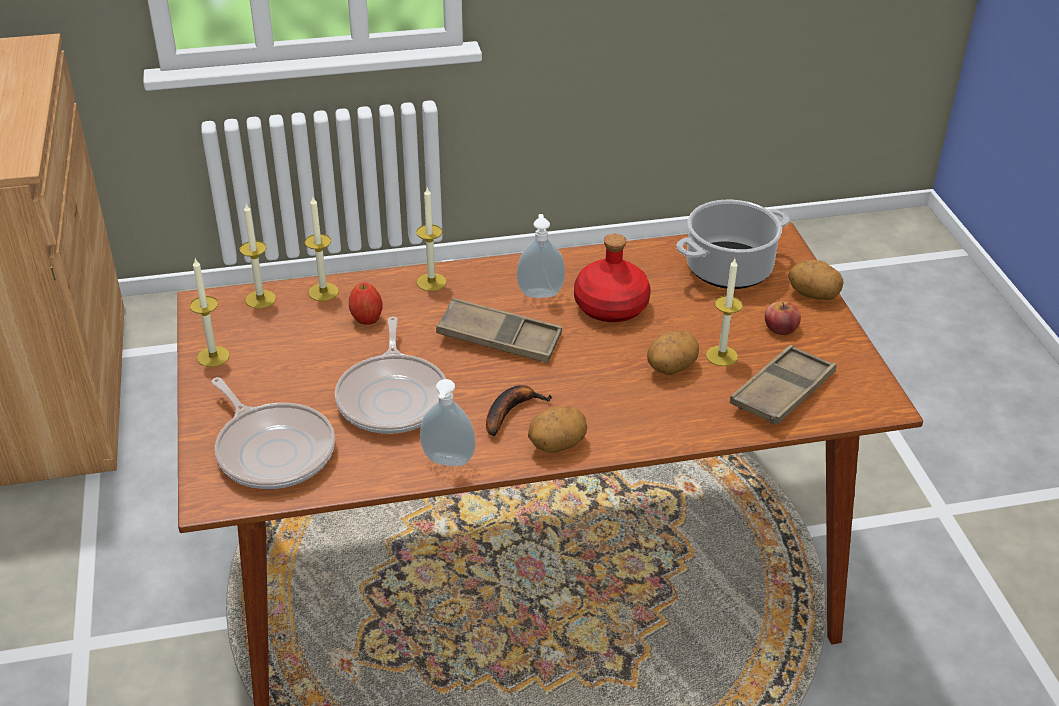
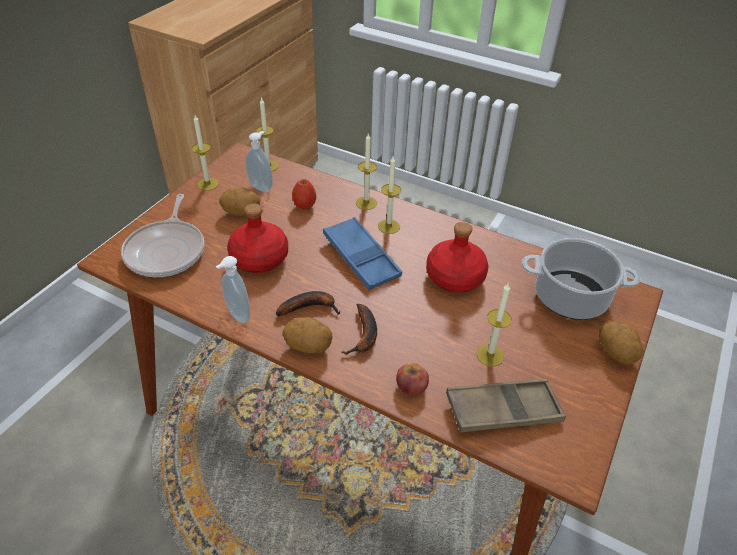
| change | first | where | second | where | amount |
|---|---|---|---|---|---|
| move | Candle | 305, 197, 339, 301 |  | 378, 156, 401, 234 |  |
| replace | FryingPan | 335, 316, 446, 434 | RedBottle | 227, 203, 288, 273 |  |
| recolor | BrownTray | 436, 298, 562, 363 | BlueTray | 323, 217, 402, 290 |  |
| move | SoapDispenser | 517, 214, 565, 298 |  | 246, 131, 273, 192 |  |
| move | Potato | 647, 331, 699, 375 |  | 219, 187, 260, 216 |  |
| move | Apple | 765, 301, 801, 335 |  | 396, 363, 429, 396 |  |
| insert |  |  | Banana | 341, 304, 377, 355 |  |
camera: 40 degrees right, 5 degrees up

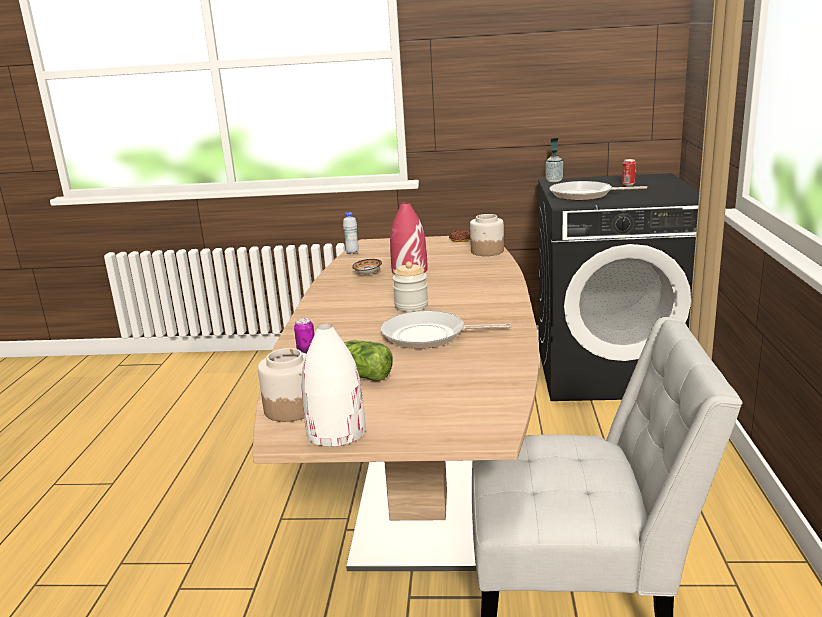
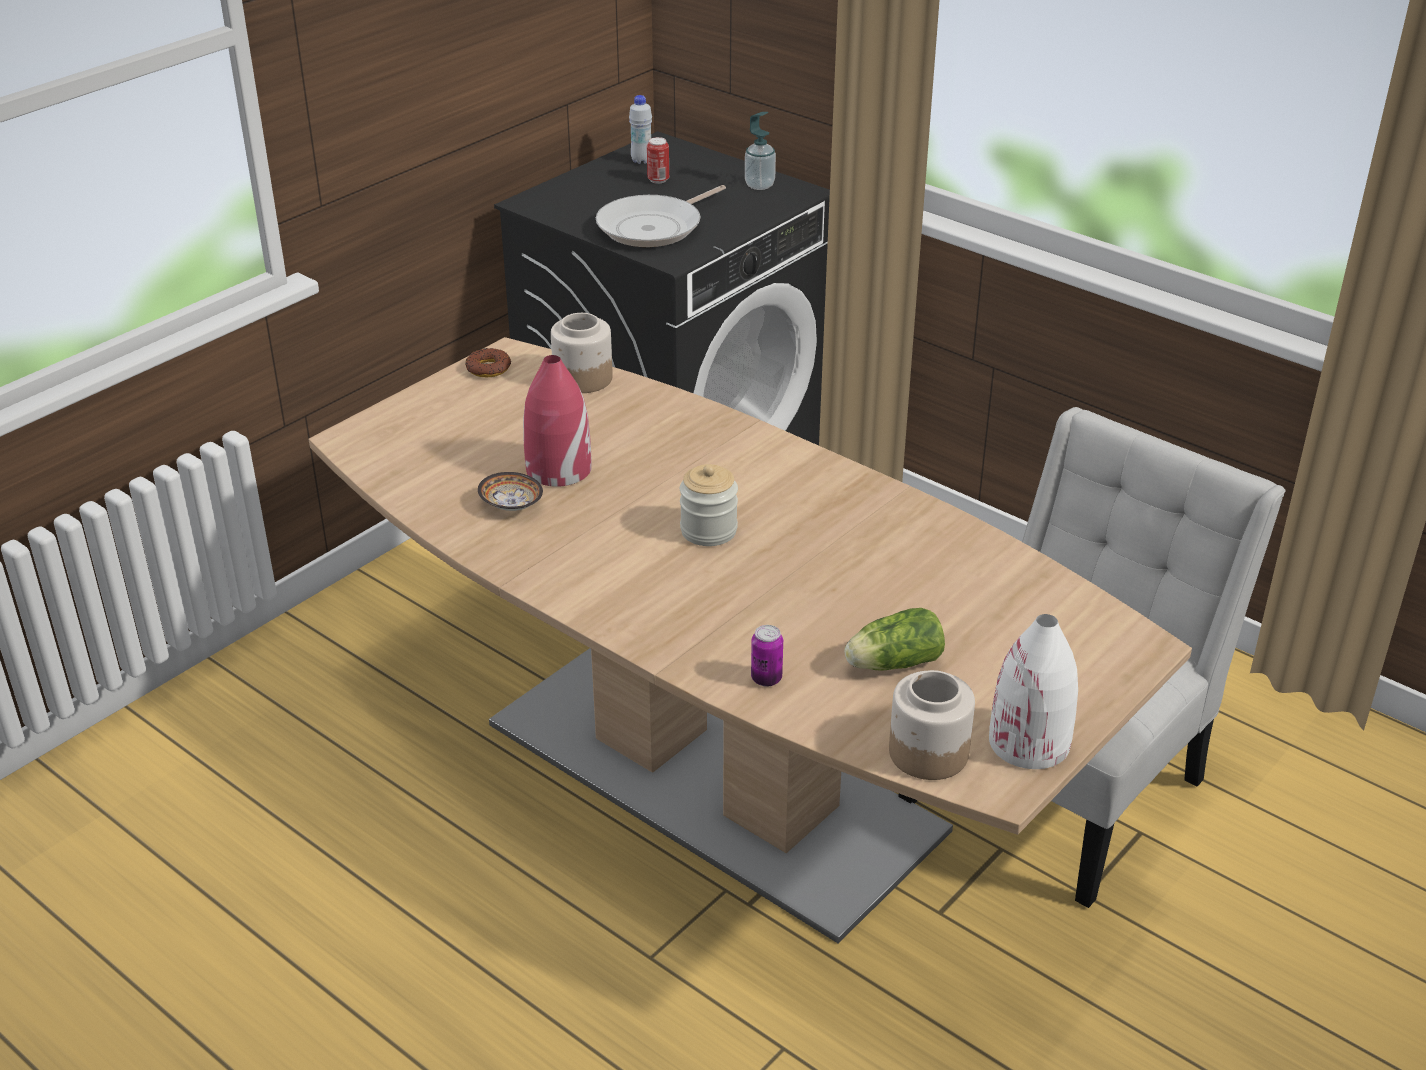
| change | first | where | second | where | amount |
|---|---|---|---|---|---|
| move | WhiteBottle | 343, 212, 359, 254 |  | 629, 95, 652, 164 |  |
| delete | FryingPan | 381, 311, 512, 349 |  |  |  |
| move | SoapDispenser | 546, 138, 563, 182 |  | 745, 112, 776, 190 |  |
camera: 55 degrees left, 15 degrees up

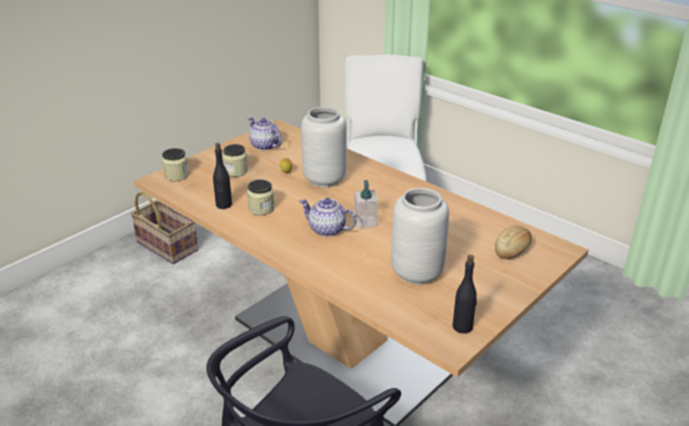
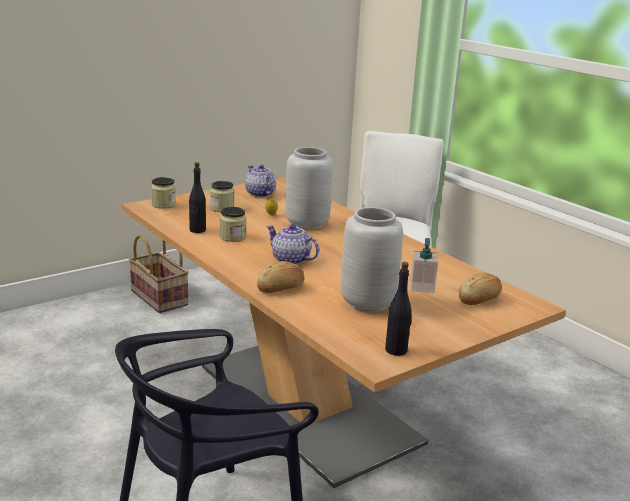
| change | first | where | second | where | amount |
|---|---|---|---|---|---|
| move | SoapDispenser | 354, 180, 378, 228 |  | 411, 238, 438, 293 |  |
| insert |  |  | Bread | 257, 261, 305, 293 |  |
camera: 10 degrees right, 10 degrees down

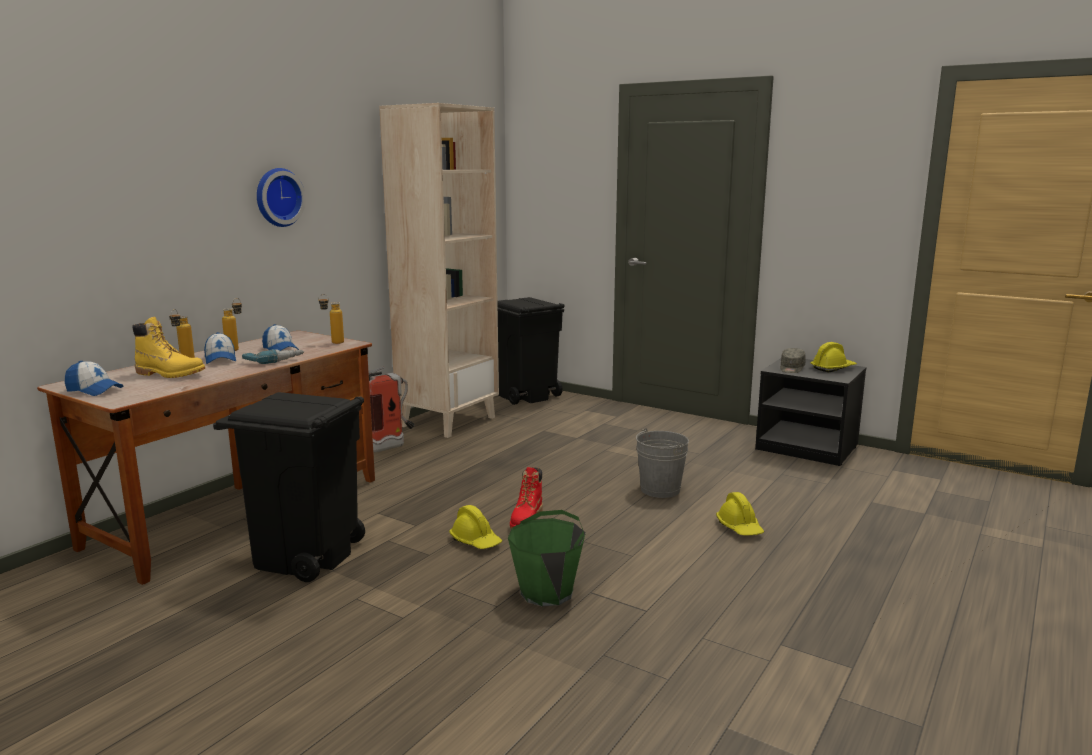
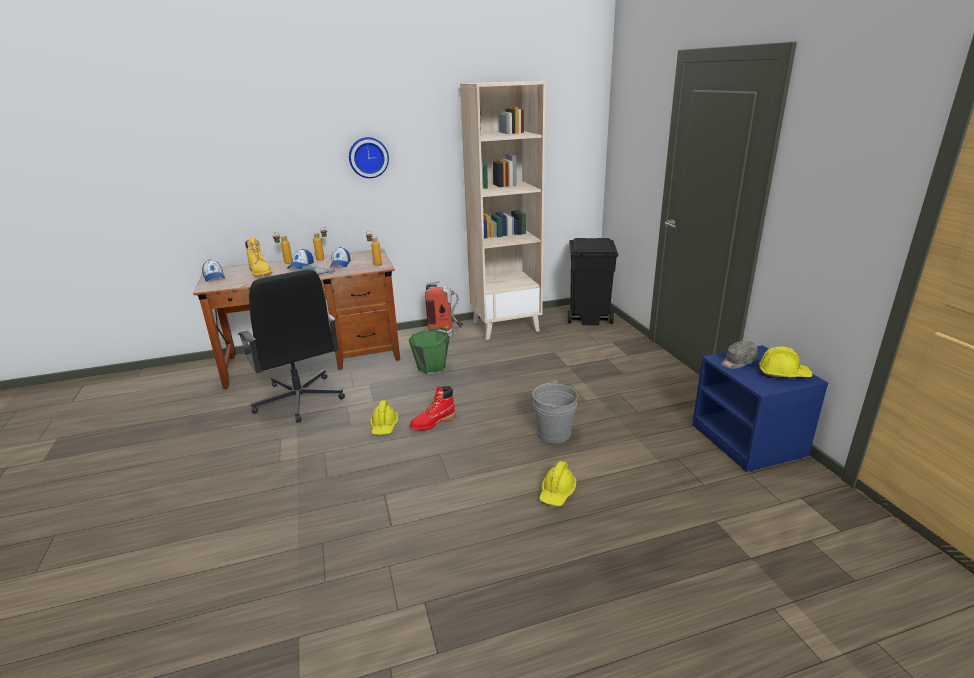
| change | first | where | second | where | amount |
|---|---|---|---|---|---|
| replace | BlackTrashCan | 213, 392, 365, 582 | BlackOfficeChair | 238, 269, 345, 423 |  |
| move | GreenBucket | 508, 510, 586, 607 |  | 409, 327, 450, 375 |  |
| recolor | BlackNightstand | 755, 358, 867, 466 | BlueNightstand | 692, 345, 828, 472 |  |
camera: 40 degrees right, 10 degrees up

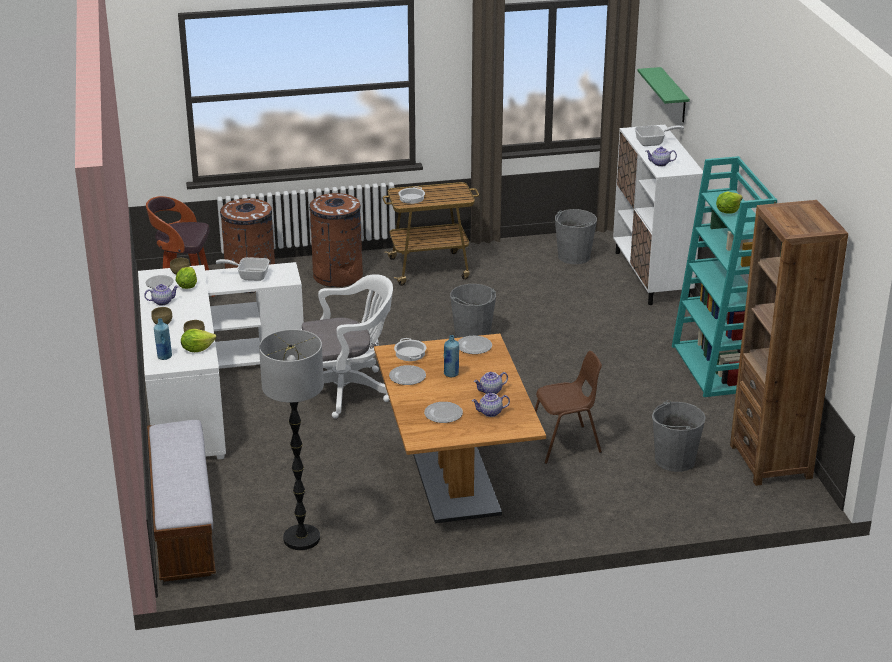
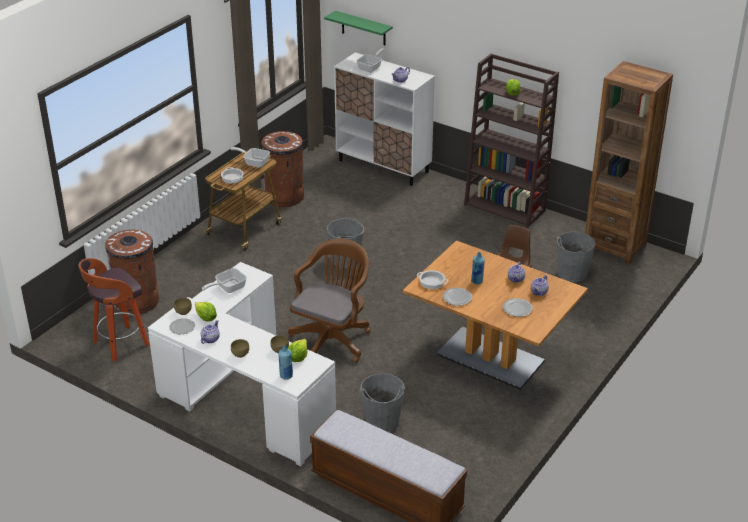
| change | first | where | second | where | amount |
|---|---|---|---|---|---|
| delete | FloorLamp | 259, 329, 324, 550 |  |  |  |
| recolor | WhiteOfficeChair | 301, 274, 393, 419 | BrownOfficeChair | 288, 239, 370, 363 |  |
| move | BrownTrashCan | 309, 193, 363, 287 |  | 261, 131, 304, 207 |  |
| delete | Plate | 457, 336, 492, 354 |  |  |  |
| move | GreyBucket | 555, 209, 597, 264 |  | 360, 373, 405, 432 |  |
| recolor | TurquoiseBookcase | 672, 156, 777, 397 | BrownBookcase | 464, 53, 559, 228 |  |
| insert |  |  | FryingPan | 231, 147, 270, 168 |  |
camera: 45 degrees left, 5 degrees up

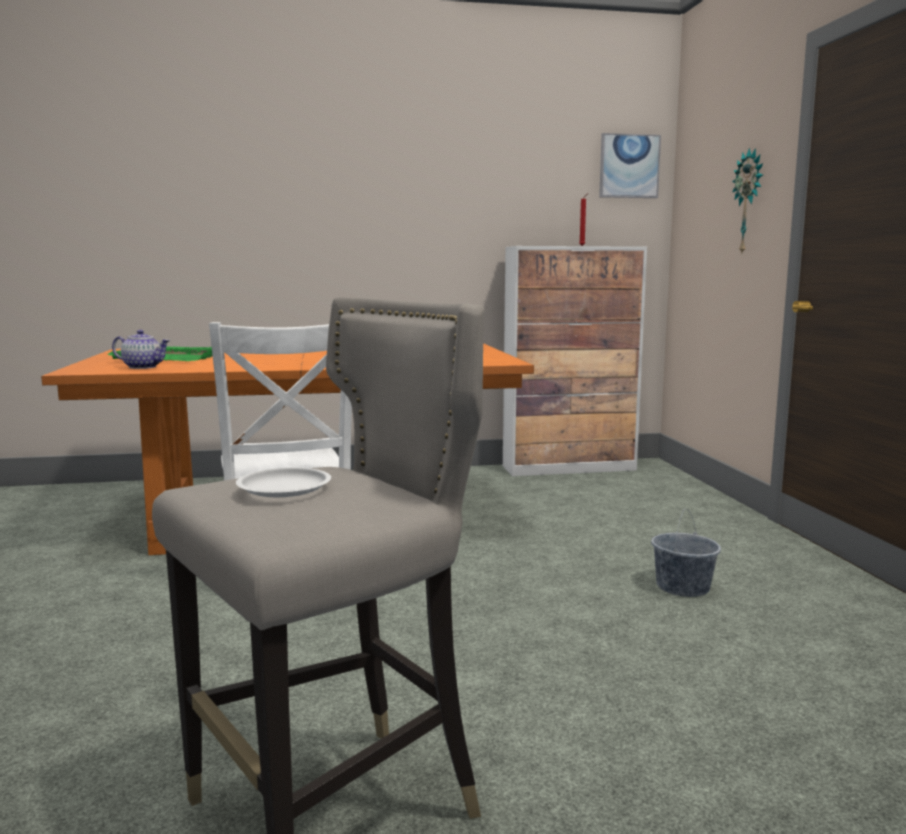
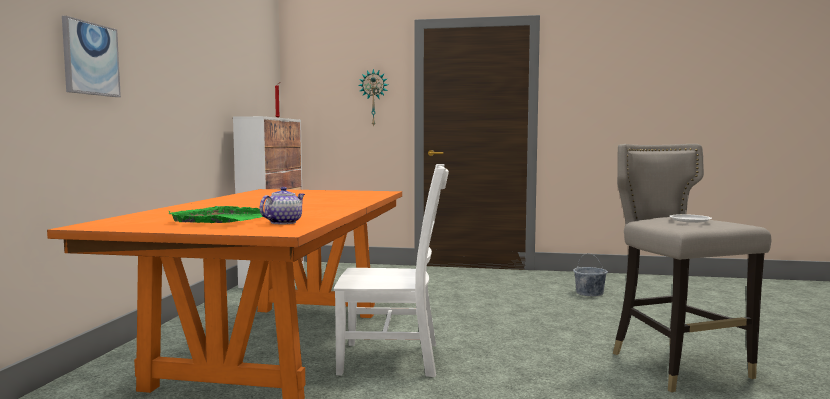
| change | first | where | second | where | amount |
|---|---|---|---|---|---|
| move | Picture | 599, 133, 661, 198 |  | 62, 16, 121, 97 |  |
| move | GreyBucket | 651, 509, 721, 597 |  | 573, 253, 608, 297 |  |
camera: 70 degrees left, 5 degrees down

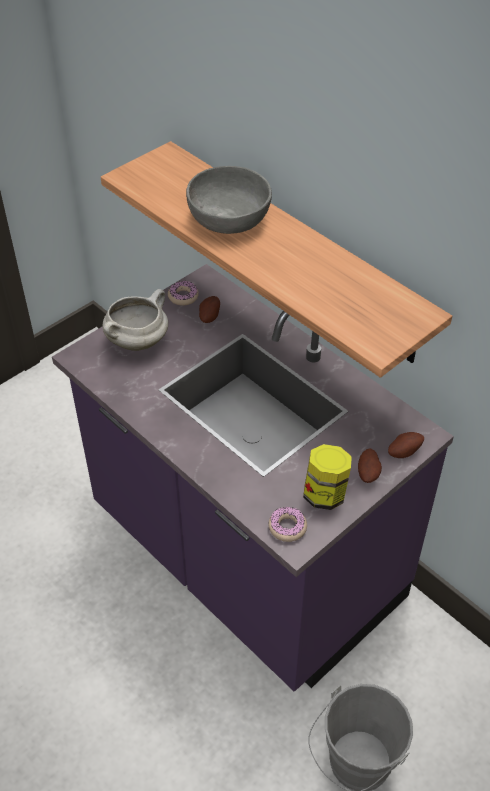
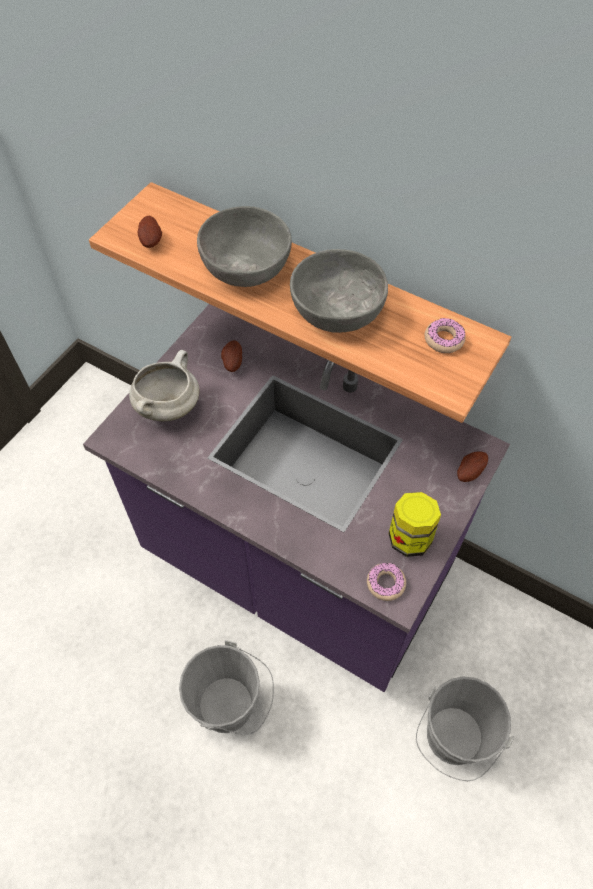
| change | first | where | second | where | amount |
|---|---|---|---|---|---|
| move | Donut | 168, 281, 199, 306 |  | 425, 318, 466, 353 |  |
| move | Potato | 358, 449, 382, 483 |  | 138, 216, 162, 248 |  |
| insert |  |  | GreyBucket | 179, 640, 274, 735 |  |
| insert |  |  | GreyBowl | 290, 249, 388, 333 |  |
camera: 15 degrees left, 10 degrees up

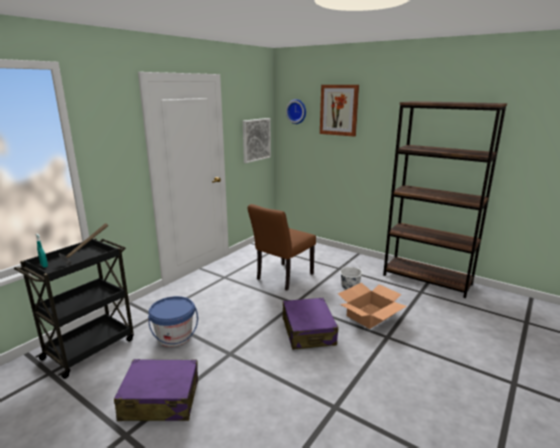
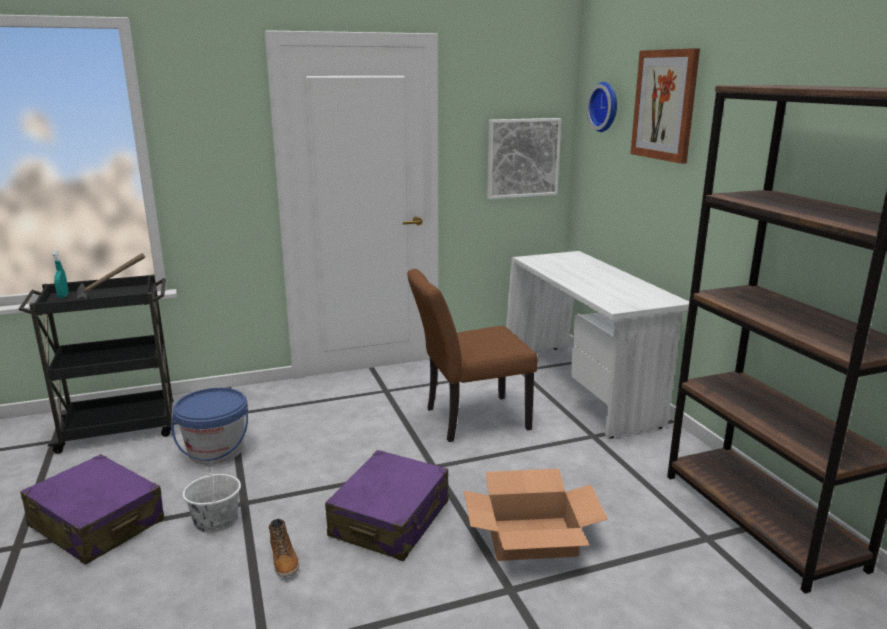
| change | first | where | second | where | amount |
|---|---|---|---|---|---|
| move | WhiteBucket | 340, 260, 363, 289 |  | 183, 461, 241, 533 |  |
| insert |  |  | Boot | 269, 519, 299, 577 |  |
| insert |  |  | WhiteDesk | 506, 251, 689, 438 |  |
camera: 35 degrees right, 0 degrees up

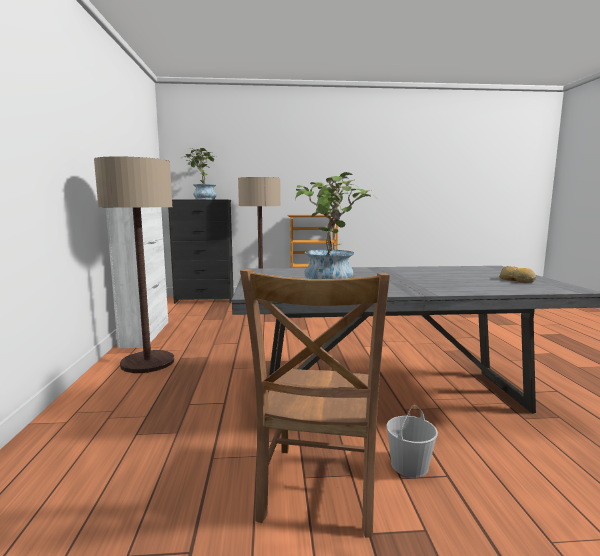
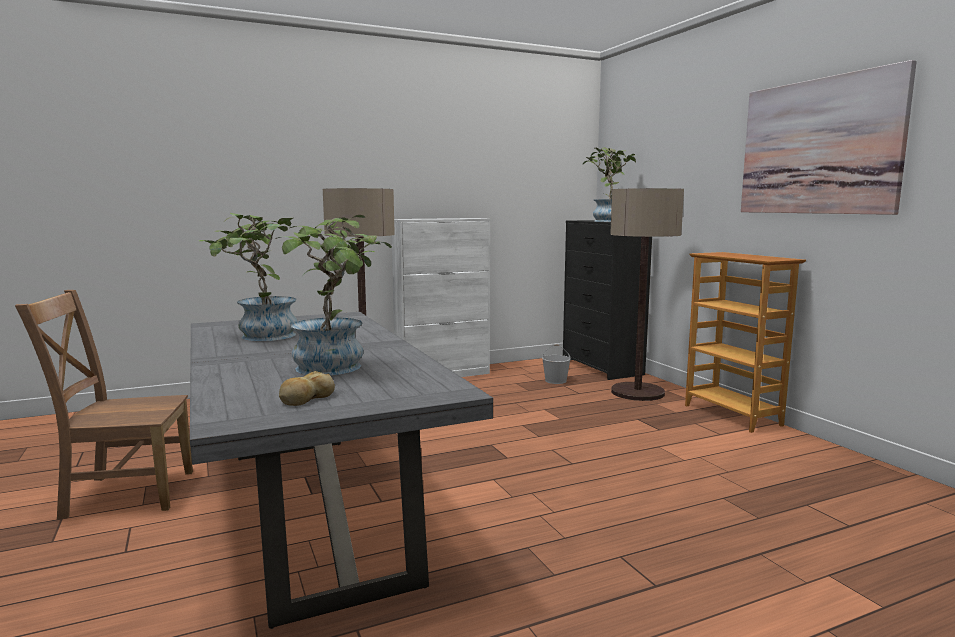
| change | first | where | second | where | amount |
|---|---|---|---|---|---|
| move | WhiteBucket | 386, 405, 438, 478 |  | 542, 344, 571, 384 |  |
| insert |  |  | PottedPlant | 275, 215, 392, 375 |  |
| insert |  |  | Picture | 741, 60, 917, 215 |  |
camera: 70 degrees right, 0 degrees up

